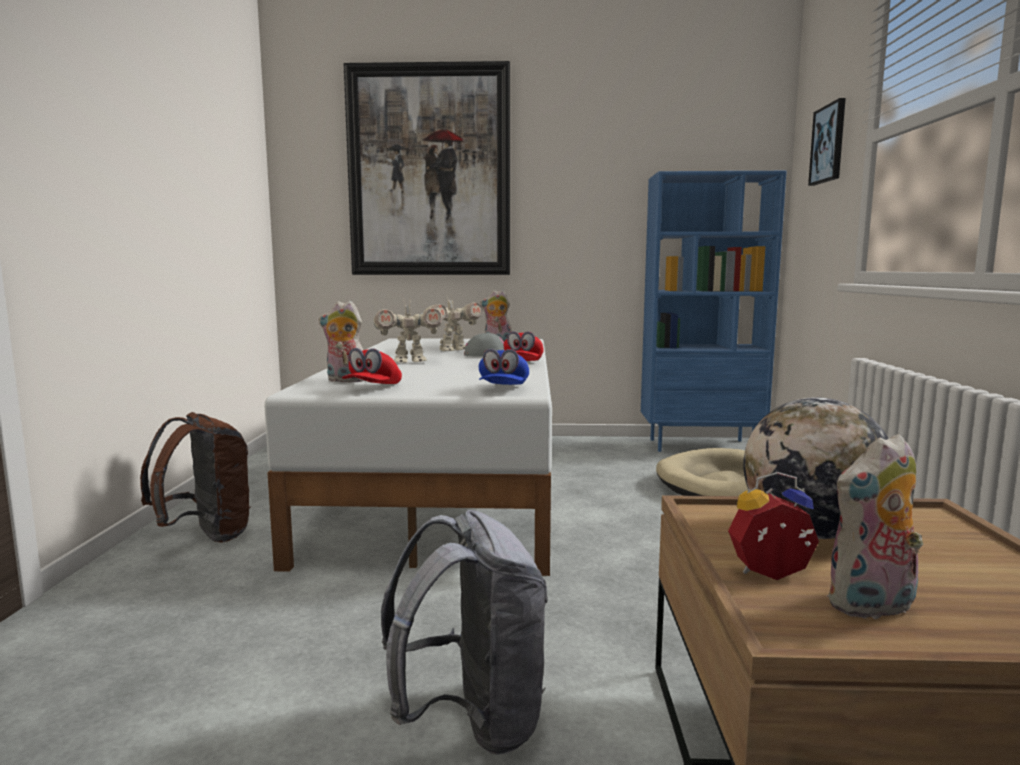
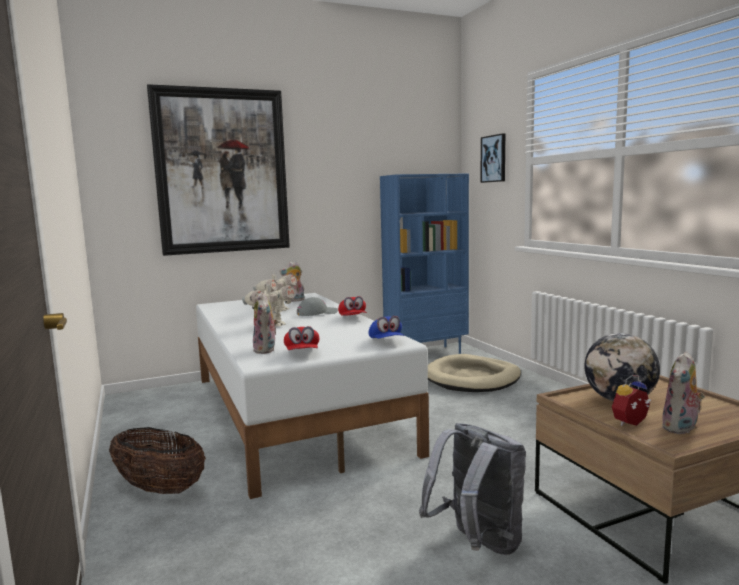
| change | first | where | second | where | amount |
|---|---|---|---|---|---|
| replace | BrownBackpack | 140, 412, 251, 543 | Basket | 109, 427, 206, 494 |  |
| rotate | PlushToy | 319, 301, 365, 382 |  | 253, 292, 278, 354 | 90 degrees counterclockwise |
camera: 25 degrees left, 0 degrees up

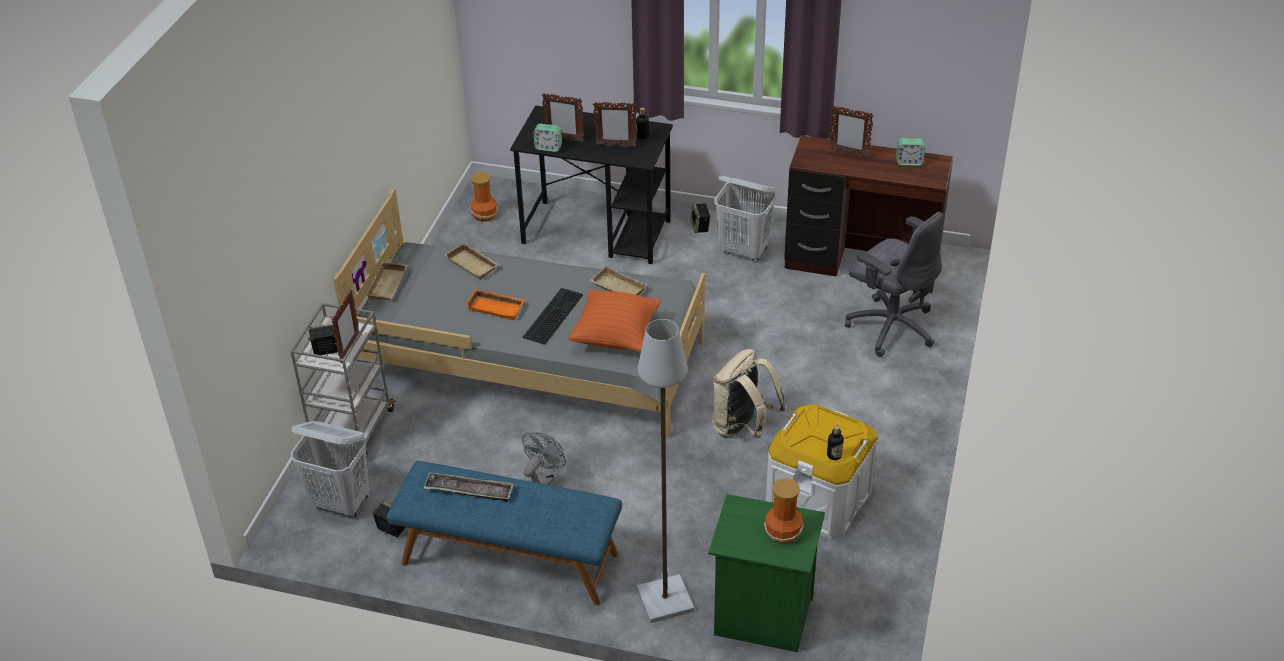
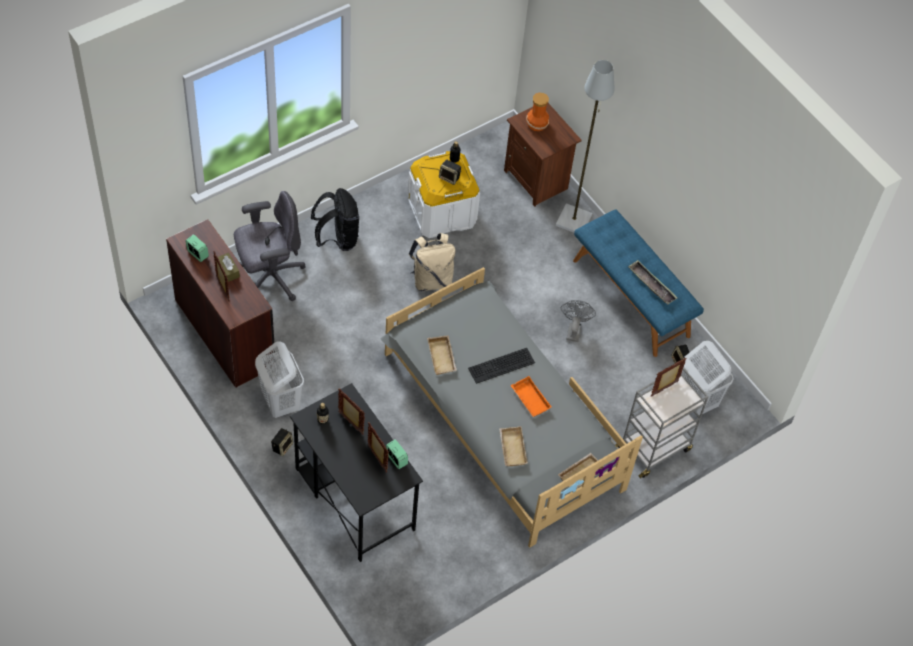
| change | first | where | second | where | amount |
|---|---|---|---|---|---|
| move | Speaker | 308, 323, 338, 356 |  | 439, 160, 461, 185 |  |
| delete | Vase | 470, 172, 498, 222 |  |  |  |
| rotate | GreyFan | 522, 432, 566, 485 |  | 561, 300, 596, 342 | 120 degrees clockwise |
| delete | OrangePillow | 568, 289, 661, 352 |  |  |  |
| recolor | GreenNightstand | 708, 494, 825, 652 | BrownNightstand | 504, 103, 582, 207 |  |
| rotate | GreyOfficeChair | 845, 212, 944, 357 |  | 234, 191, 305, 301 | 75 degrees clockwise |
| insert |  |  | BrownTissueBox | 218, 253, 240, 282 |  |
| insert |  |  | BlackBackpack | 311, 188, 359, 251 |  |
camera: 145 degrees left, 15 degrees up

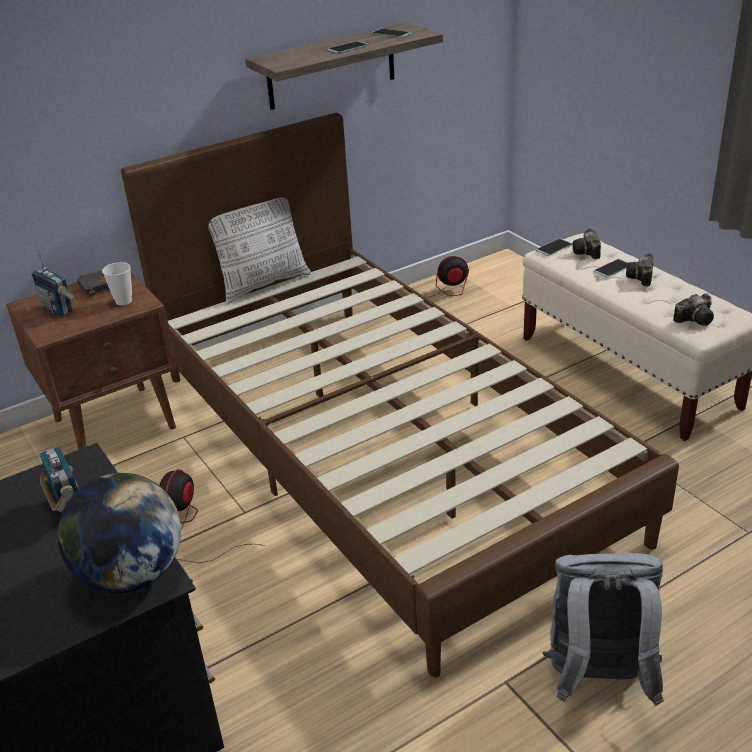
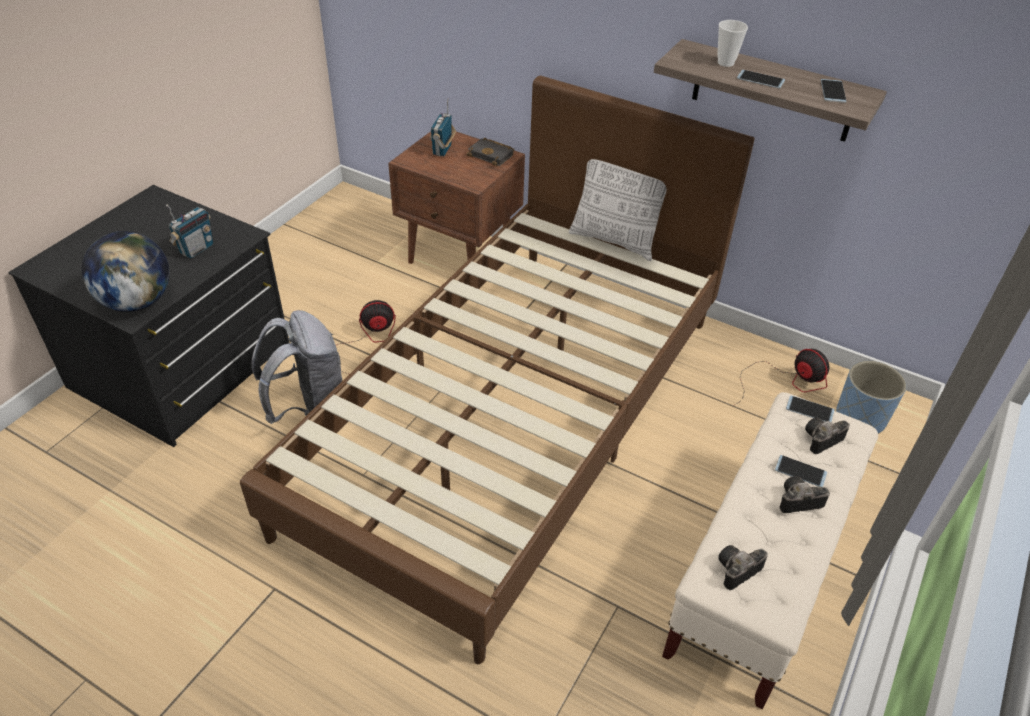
| change | first | where | second | where | amount |
|---|---|---|---|---|---|
| move | Cup | 102, 262, 132, 305 |  | 717, 20, 748, 67 |  |
| move | GreyBackpack | 542, 553, 664, 706 |  | 251, 310, 342, 424 |  |
| rotate | PhotoCamera | 673, 293, 714, 326 |  | 718, 545, 768, 590 | 105 degrees clockwise |
| insert |  |  | BluePlanter | 836, 361, 906, 434 |  |
camera: 60 degrees right, 10 degrees up

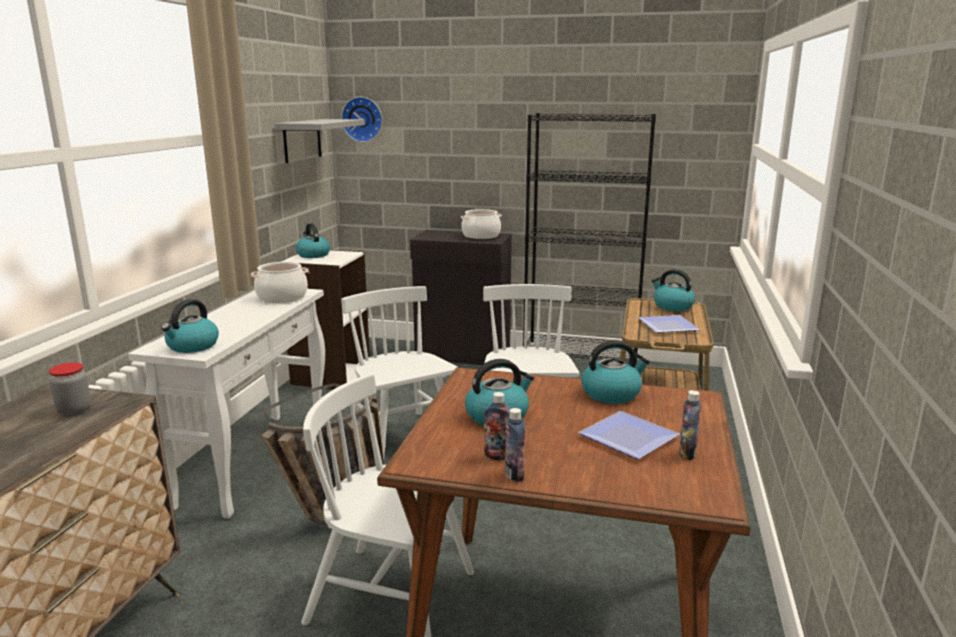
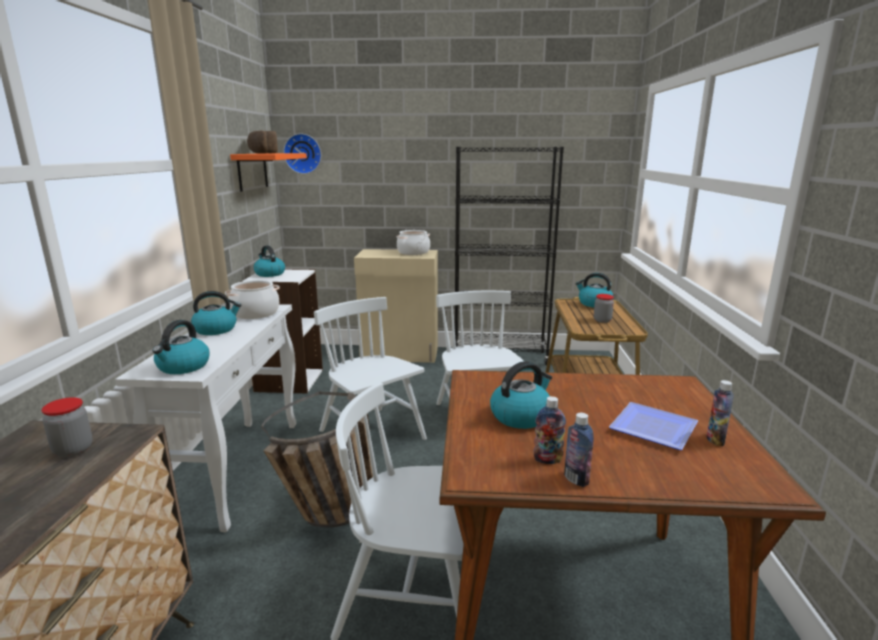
| change | first | where | second | where | amount |
|---|---|---|---|---|---|
| recolor | GreyShelf | 275, 119, 365, 163 | OrangeShelf | 230, 153, 307, 192 |  |
| recolor | BlackCabinet | 410, 230, 512, 365 | BeigeCabinet | 354, 249, 438, 363 |  |
| move | Kettle | 581, 340, 650, 404 |  | 191, 291, 241, 335 |  |
| replace | Plate | 638, 315, 700, 333 | Jar | 594, 294, 614, 323 |  |
| insert |  |  | Bread | 247, 131, 278, 154 |  |
camera: 10 degrees left, 0 degrees up

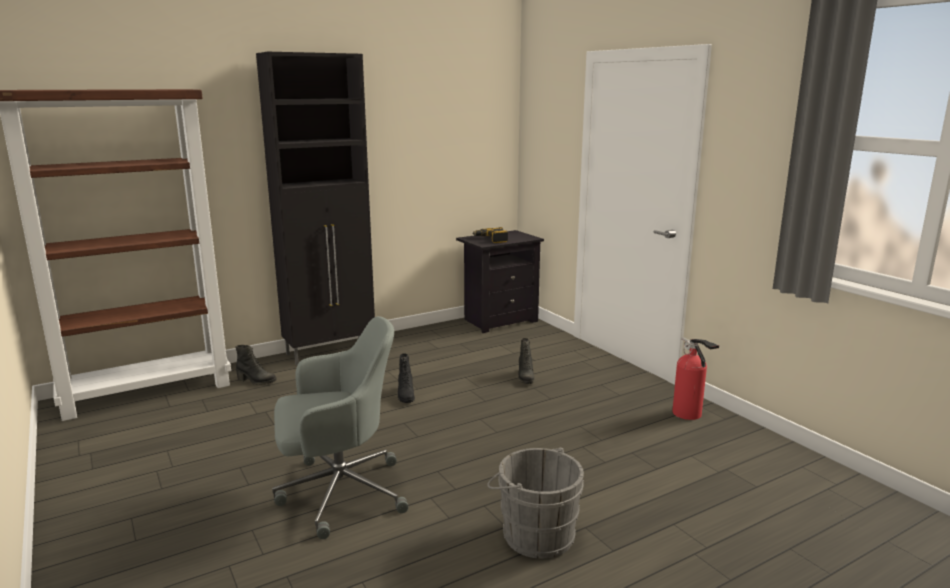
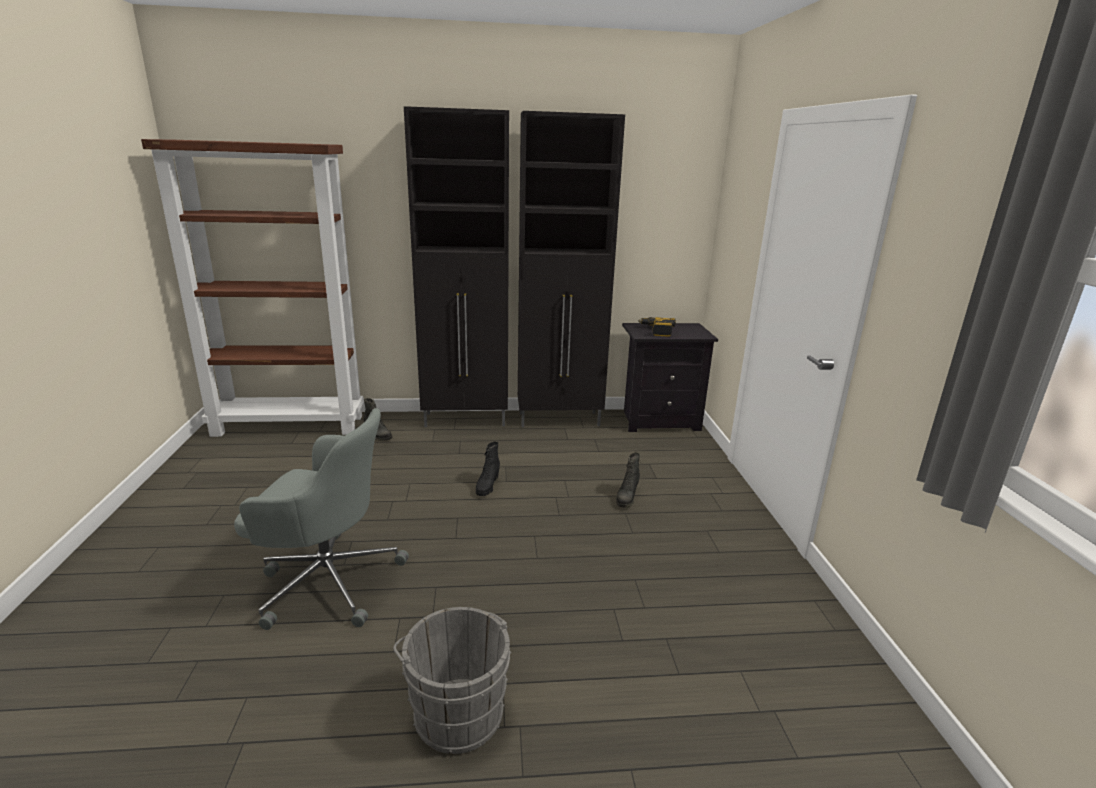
| change | first | where | second | where | amount |
|---|---|---|---|---|---|
| delete | FireExtinguisher | 672, 337, 719, 420 |  |  |  |
| insert |  |  | BlackCabinet | 518, 111, 625, 427 |  |
camera: 25 degrees right, 5 degrees up

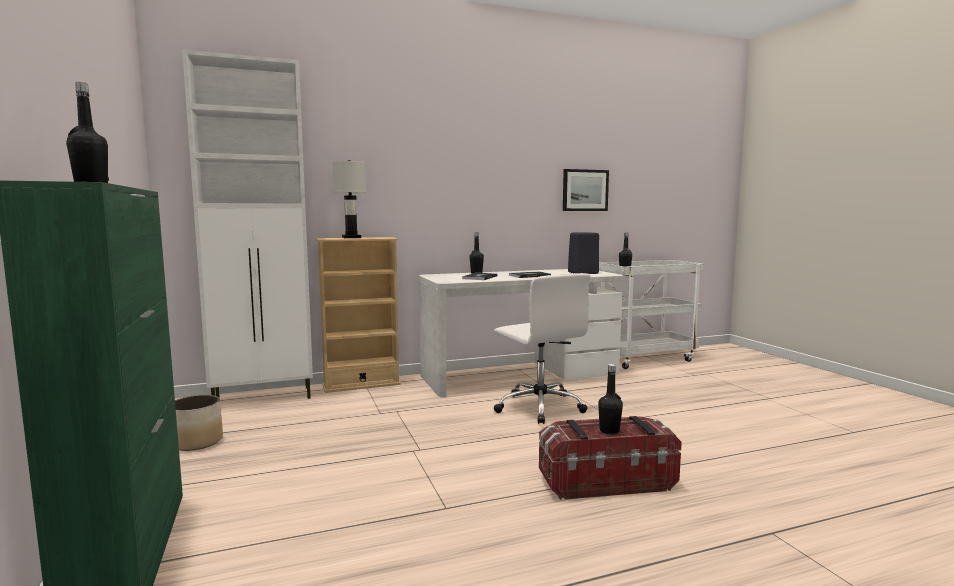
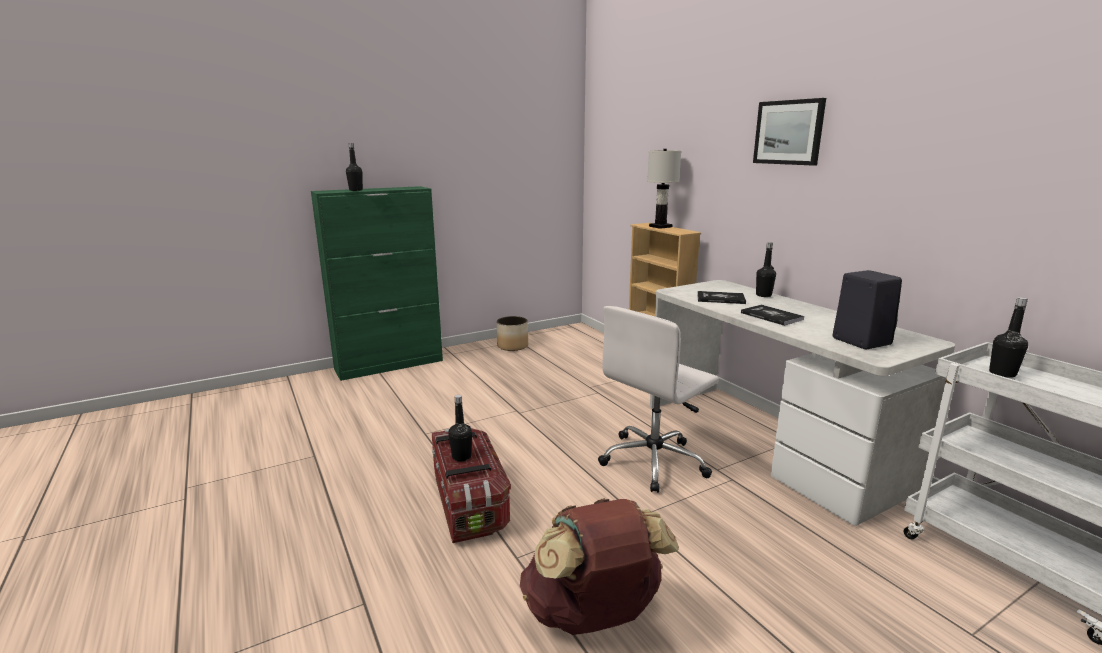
| change | first | where | second | where | amount |
|---|---|---|---|---|---|
| delete | WhiteCabinet | 182, 50, 313, 399 |  |  |  |
| move | Picture | 563, 169, 609, 211 |  | 753, 98, 826, 166 |  |
| insert |  |  | BrownBackpack | 520, 498, 679, 635 |  |
camera: 80 degrees right, 10 degrees up

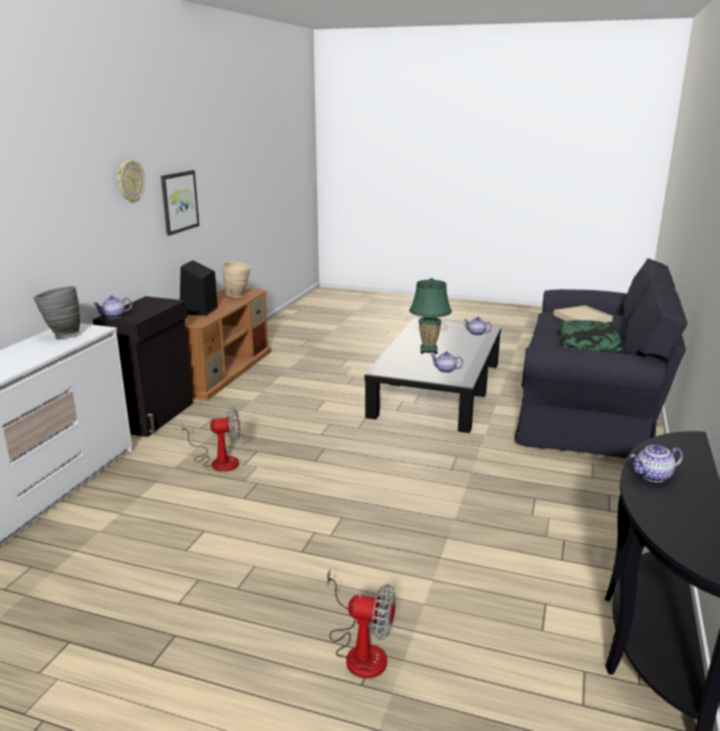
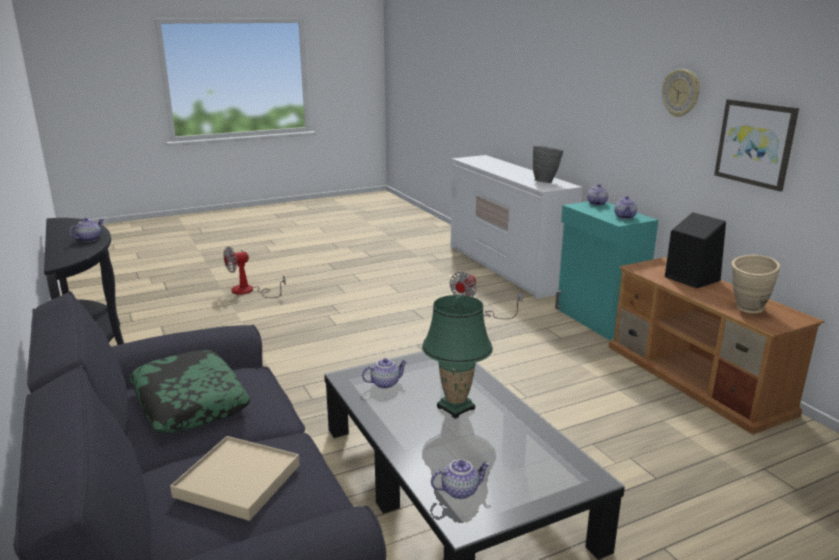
| change | first | where | second | where | amount |
|---|---|---|---|---|---|
| recolor | BlackCabinet | 93, 296, 193, 437 | TurquoiseCabinet | 555, 201, 659, 340 |  |
| insert |  |  | Teapot | 614, 196, 637, 219 |  |
camera: 135 degrees right, 0 degrees up

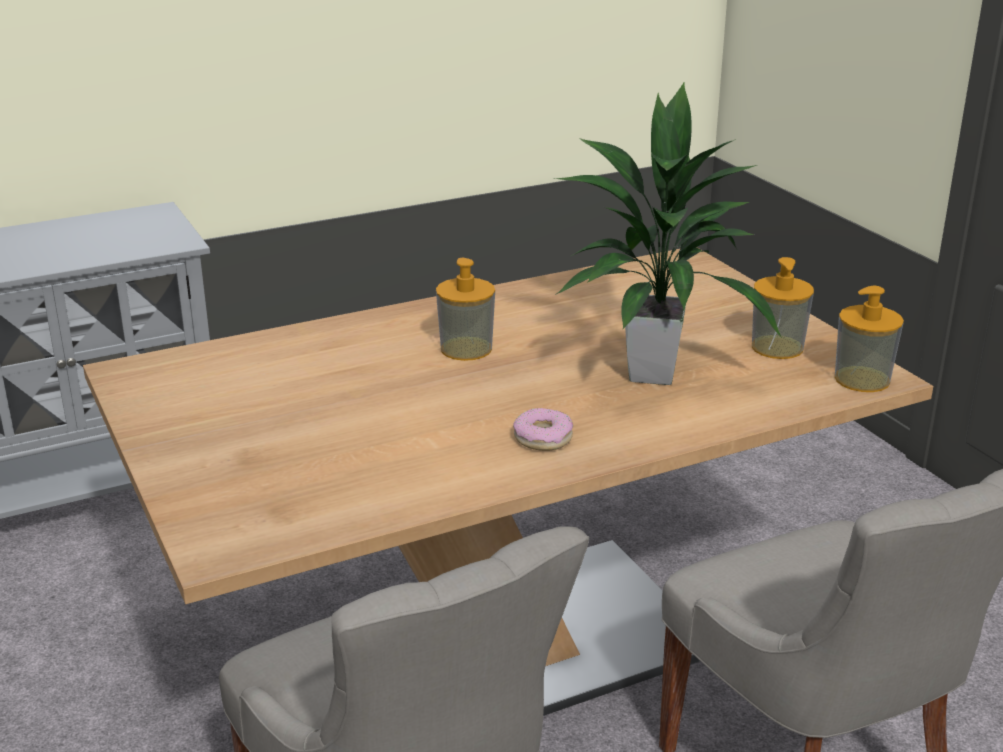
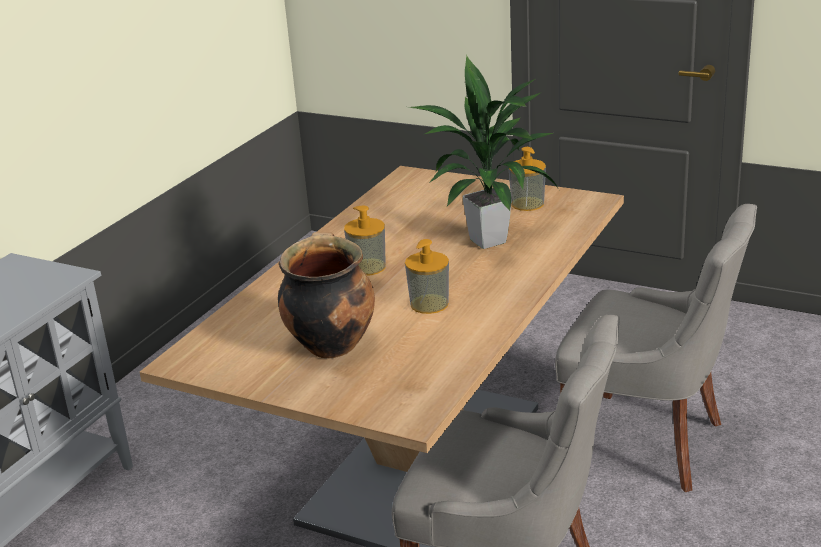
| change | first | where | second | where | amount |
|---|---|---|---|---|---|
| delete | Donut | 513, 408, 573, 451 |  |  |  |
| move | SoapDispenser | 835, 286, 904, 392 |  | 405, 239, 449, 314 |  |
| insert |  |  | CookingPot | 278, 232, 375, 358 |  |
camera: 35 degrees left, 0 degrees up

